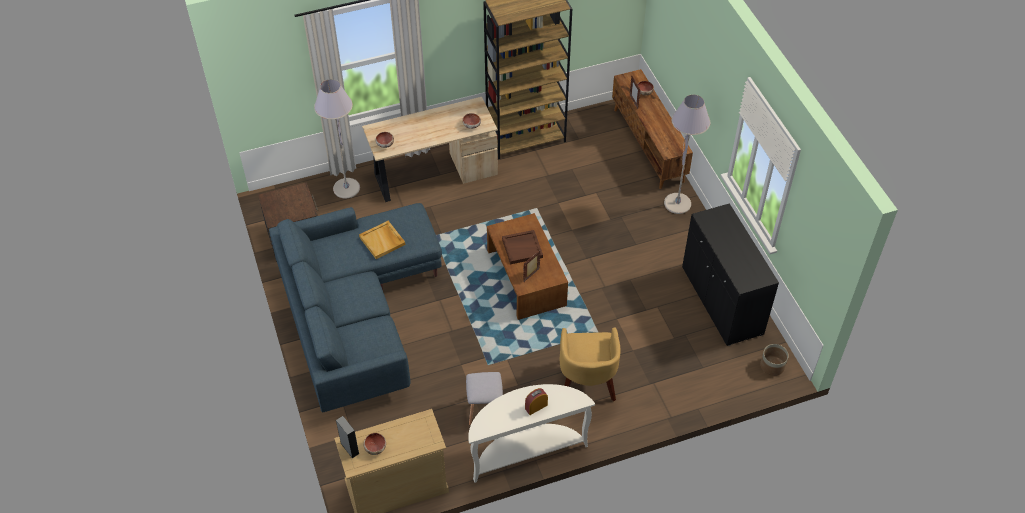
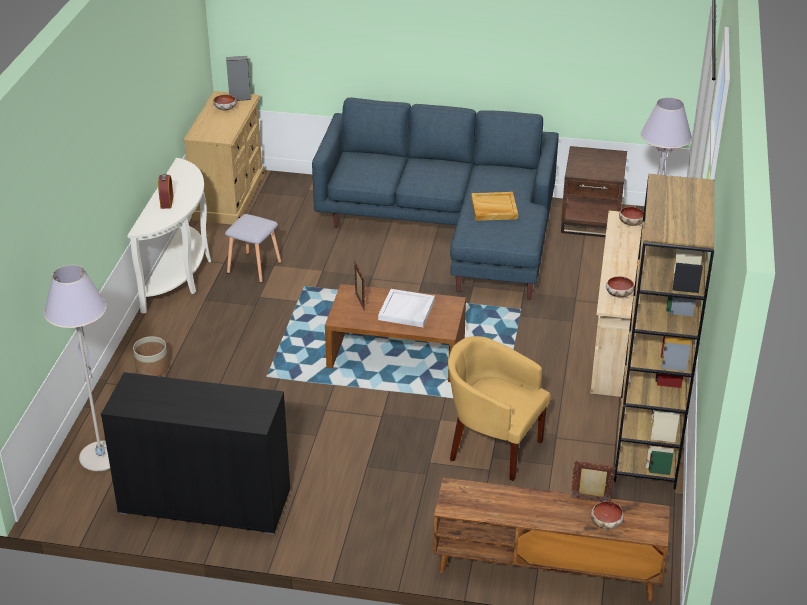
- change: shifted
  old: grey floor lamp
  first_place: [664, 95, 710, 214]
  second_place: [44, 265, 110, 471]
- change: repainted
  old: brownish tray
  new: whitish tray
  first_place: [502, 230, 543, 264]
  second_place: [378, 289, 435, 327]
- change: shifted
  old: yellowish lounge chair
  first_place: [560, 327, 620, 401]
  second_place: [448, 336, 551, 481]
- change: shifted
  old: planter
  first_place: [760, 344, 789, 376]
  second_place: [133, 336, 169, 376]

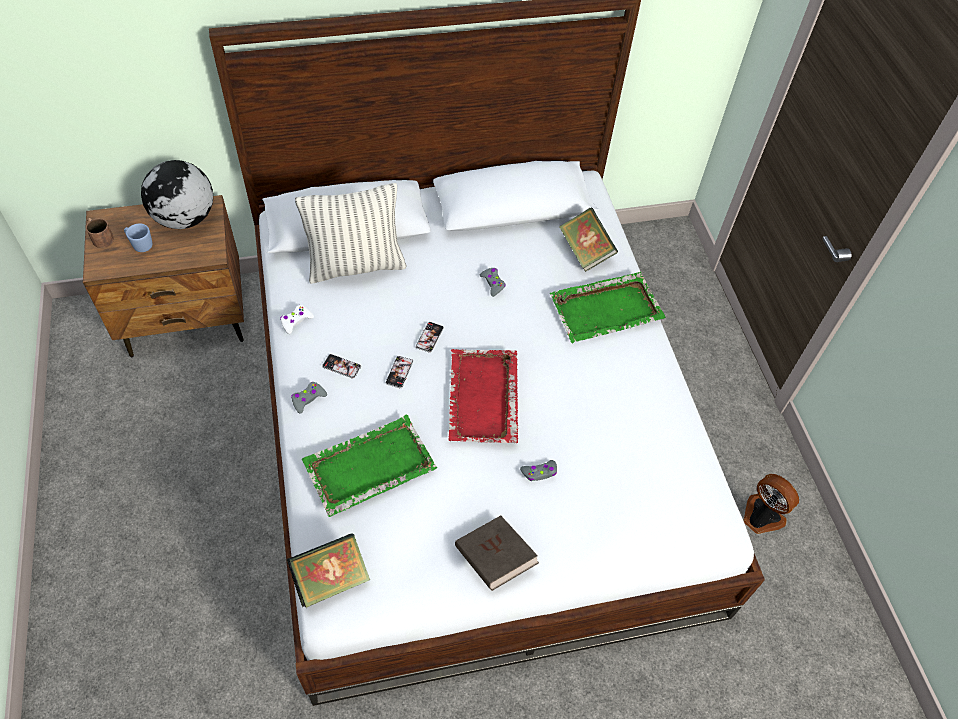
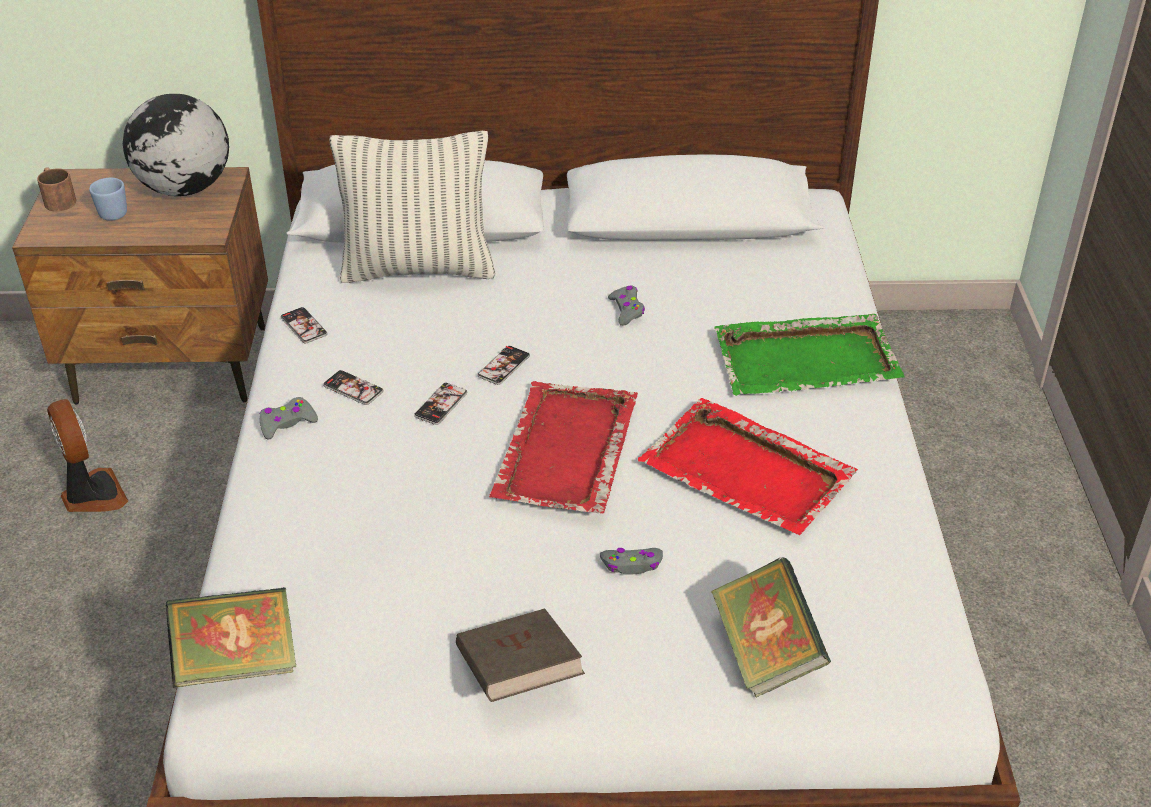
- change: shifted
  old: book
  first_place: [559, 208, 618, 272]
  second_place: [711, 557, 831, 698]
- change: swapped
  old: whitish joypad
  new: telephone
  first_place: [280, 305, 314, 334]
  second_place: [281, 307, 328, 343]
- change: gone
  old: greenish tray
  first_place: [302, 414, 437, 517]
- change: shifted
  old: electric fan
  first_place: [743, 474, 799, 534]
  second_place: [47, 399, 128, 512]
- change: new
  new: red-coloured tray
  second_place: [638, 398, 858, 535]

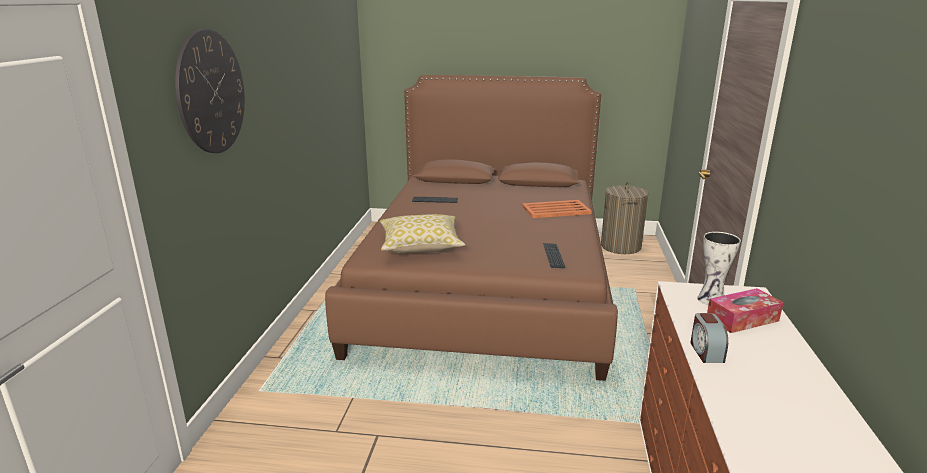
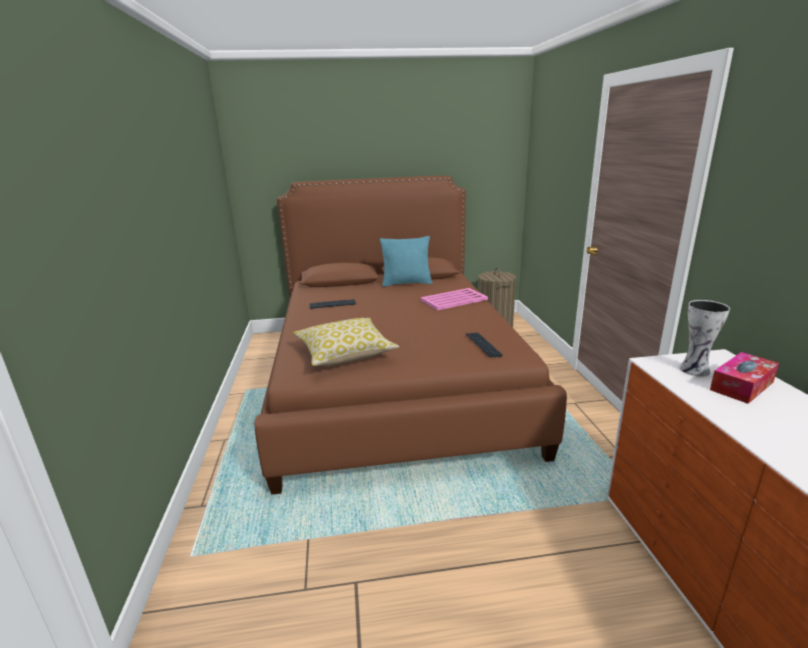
- change: gone
  old: clock on the wall
  first_place: [175, 29, 245, 153]
- change: repainted
  old: orange tray
  new: pink-coloured tray
  first_place: [522, 200, 592, 218]
  second_place: [421, 288, 488, 310]
- change: gone
  old: table clock
  first_place: [690, 313, 728, 363]
- change: new
  new: blue-green pillow
  second_place: [380, 236, 432, 287]

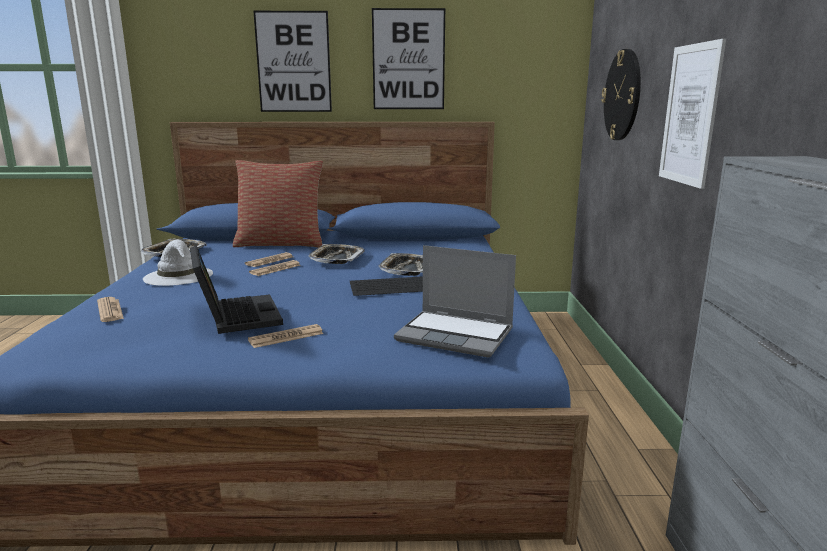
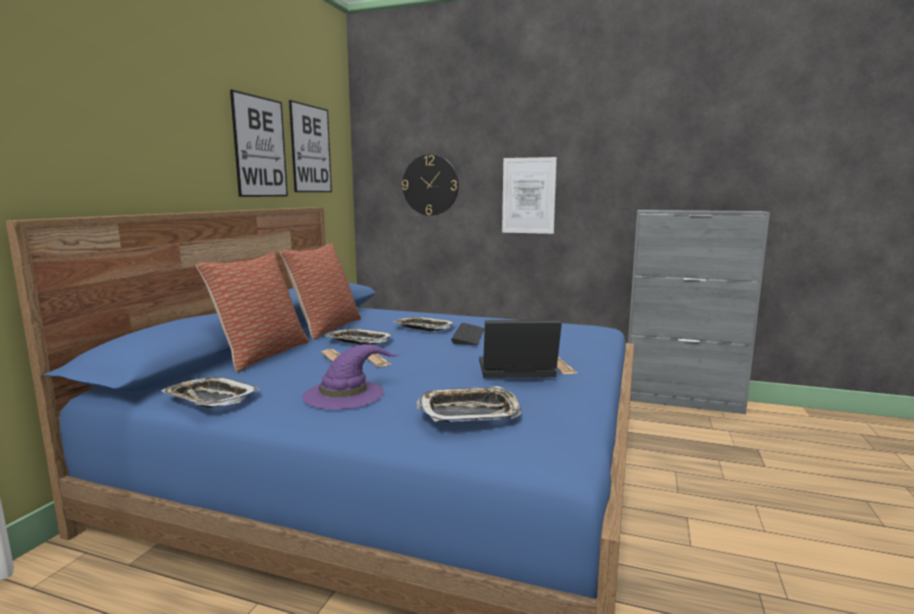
- change: shifted
  old: wall picture
  first_place: [254, 11, 332, 112]
  second_place: [289, 100, 332, 192]
- change: repainted
  old: whitish wearable hat
  new: purplish wearable hat
  first_place: [143, 239, 213, 286]
  second_place: [302, 344, 401, 410]
- change: gone
  old: portable computer
  first_place: [394, 245, 516, 358]
- change: swapped
  old: newspaper
  new: tray
  first_place: [97, 297, 124, 322]
  second_place: [416, 386, 522, 422]
- change: new
  new: pillow
  second_place: [280, 243, 361, 340]

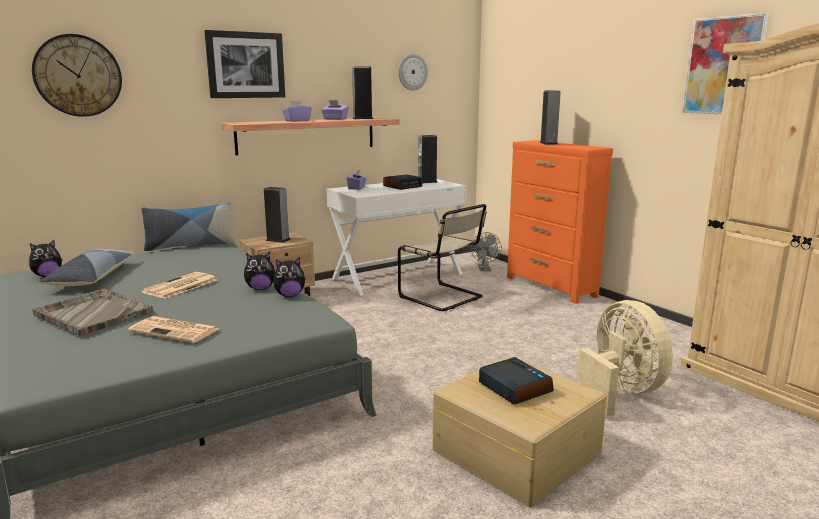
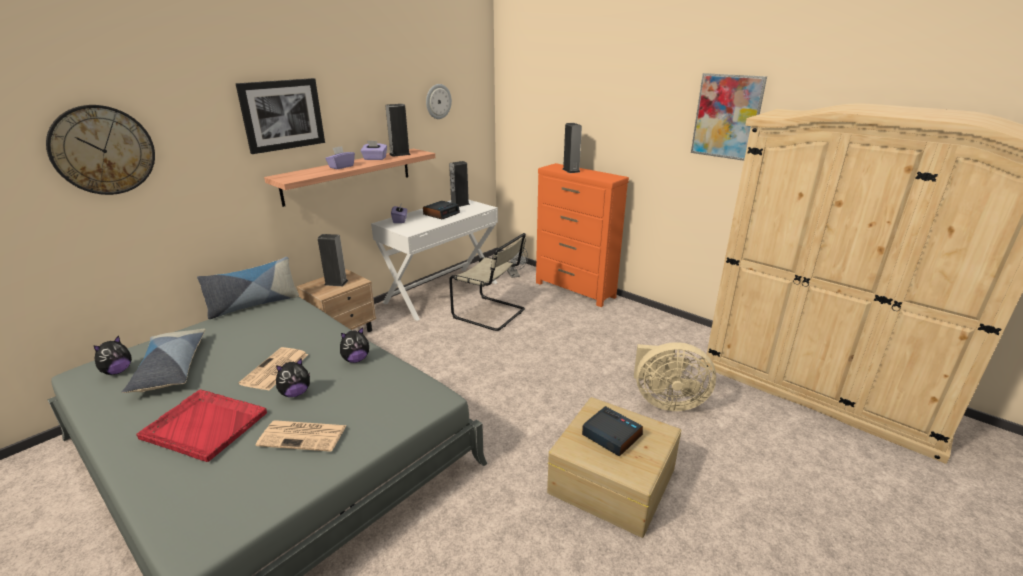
- change: shifted
  old: plush toy
  first_place: [273, 257, 306, 297]
  second_place: [276, 358, 310, 397]
- change: repainted
  old: grey tray
  new: red-coloured tray
  first_place: [32, 289, 153, 336]
  second_place: [136, 389, 267, 462]
- change: rotated
  old: beige electric fan
  first_place: [577, 300, 673, 417]
  second_place: [634, 342, 716, 411]
  degrees: 135

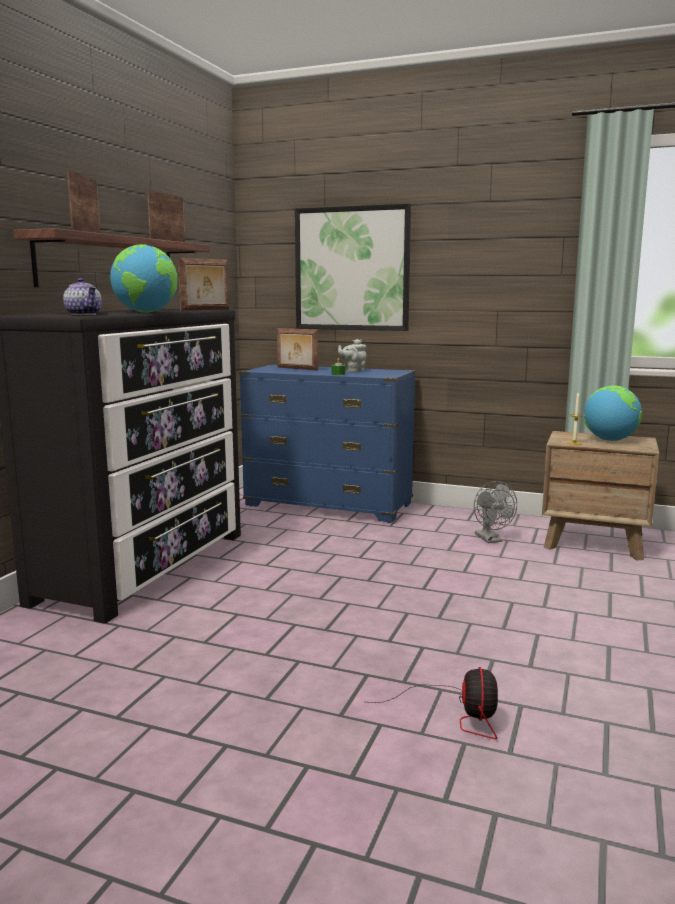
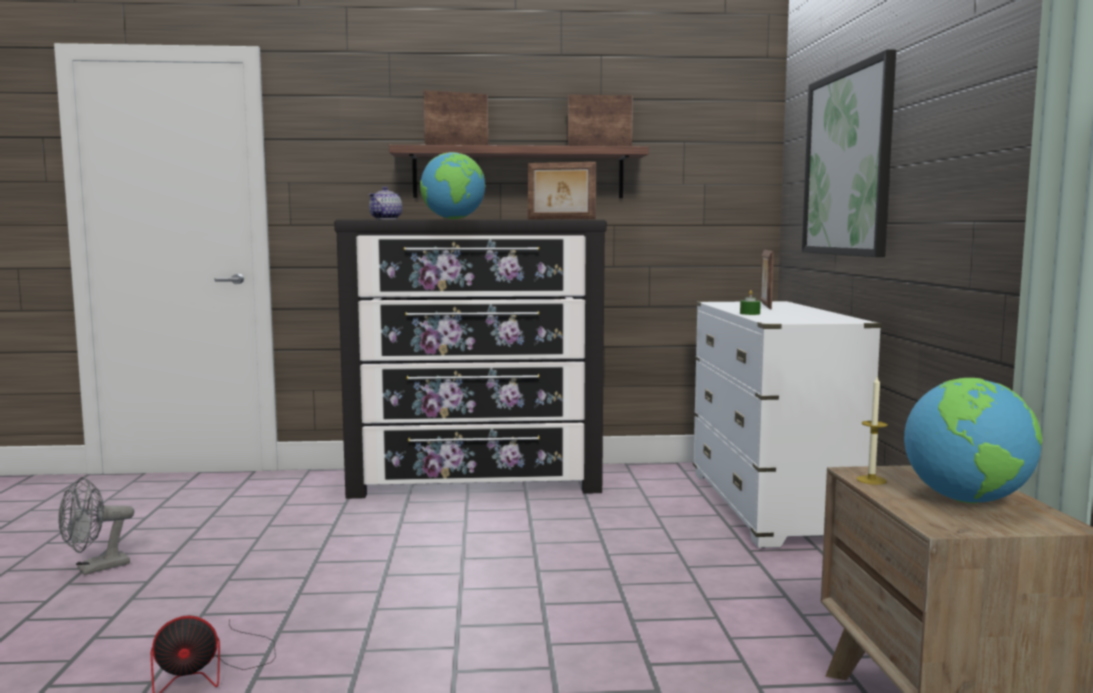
- change: gone
  old: grey pot for tea
  first_place: [338, 339, 366, 372]
- change: repainted
  old: bluish chest of drawers
  new: whitish chest of drawers
  first_place: [239, 364, 416, 523]
  second_place: [693, 301, 882, 548]
- change: shifted
  old: grey electric fan
  first_place: [474, 481, 517, 543]
  second_place: [58, 477, 134, 575]

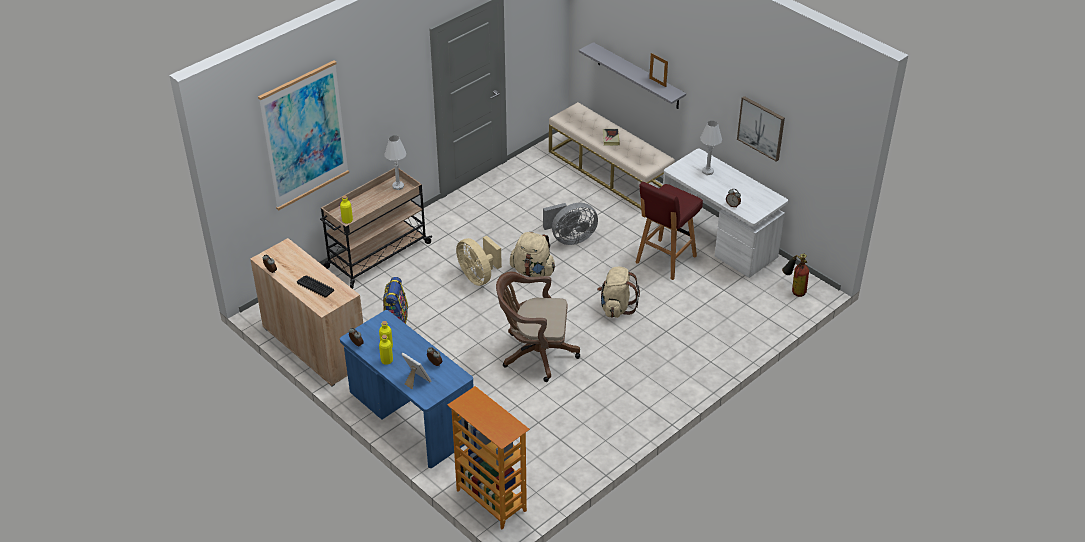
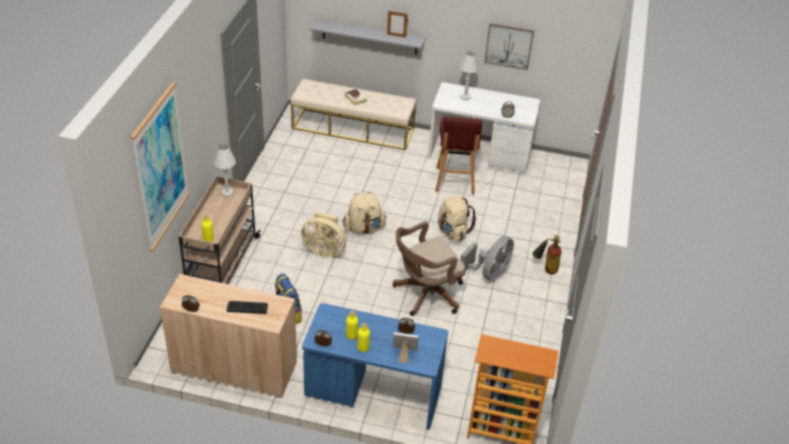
- change: shifted
  old: grey electric fan
  first_place: [543, 203, 598, 245]
  second_place: [460, 236, 514, 281]
- change: shifted
  old: fire-fighting cylinder
  first_place: [782, 253, 809, 297]
  second_place: [532, 235, 561, 274]

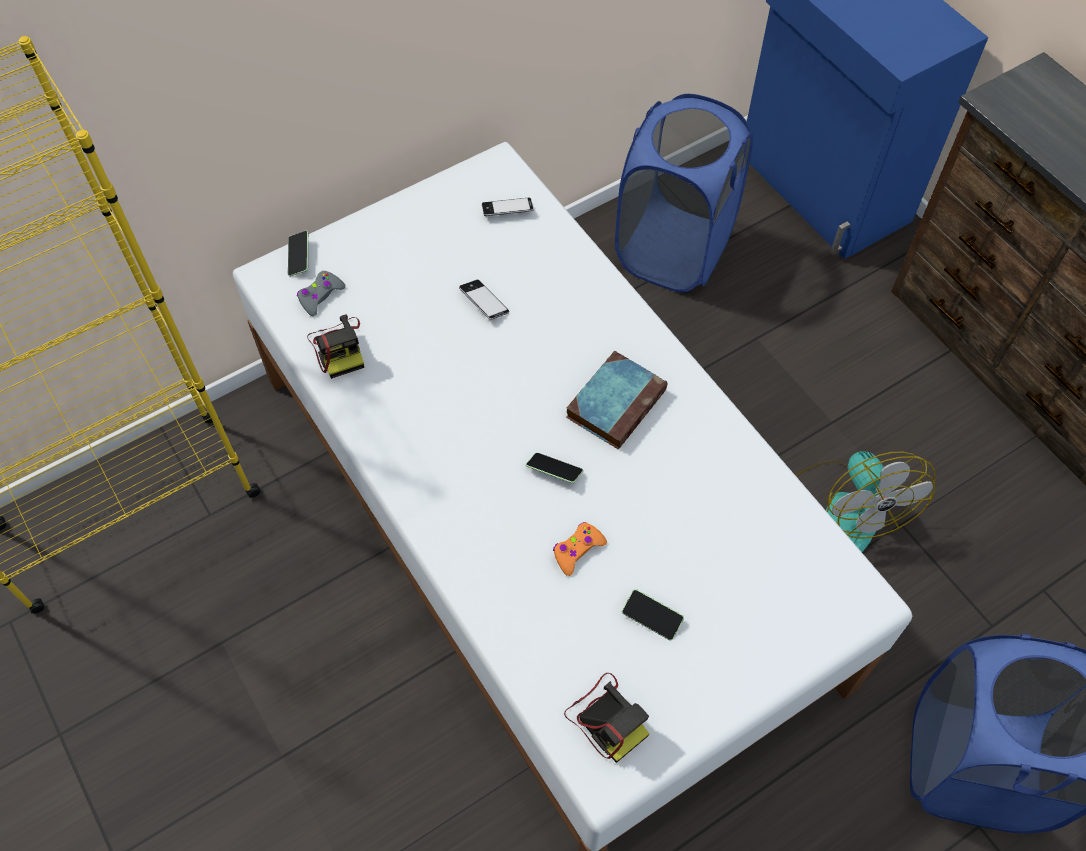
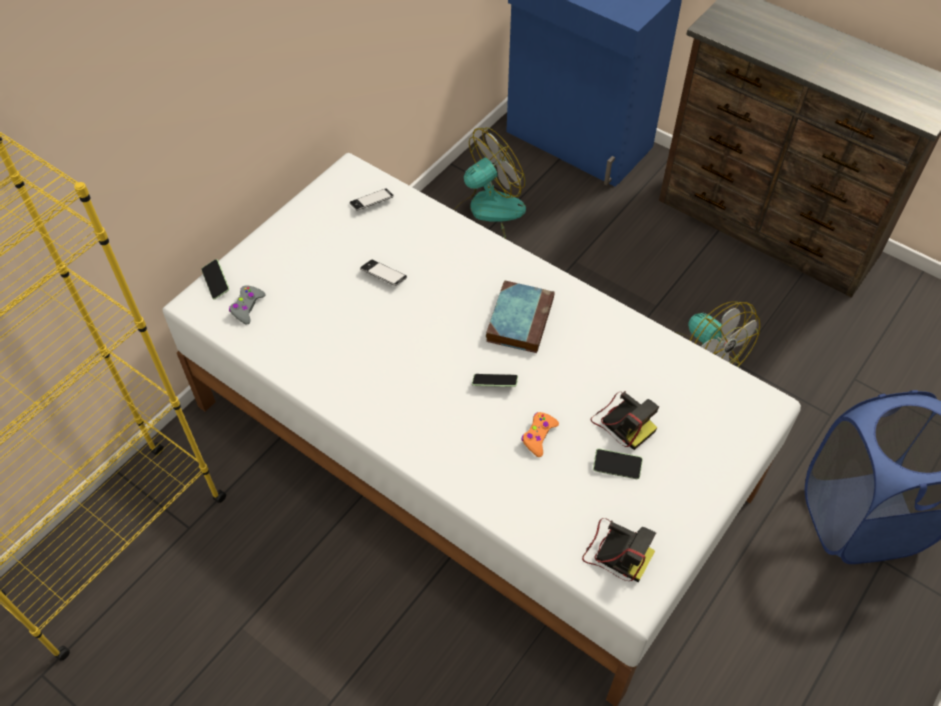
- change: swapped
  old: bluish laundry basket
  new: electric fan
  first_place: [615, 94, 753, 293]
  second_place: [454, 127, 526, 239]
- change: shifted
  old: photo camera
  first_place: [307, 315, 364, 379]
  second_place: [591, 391, 659, 450]

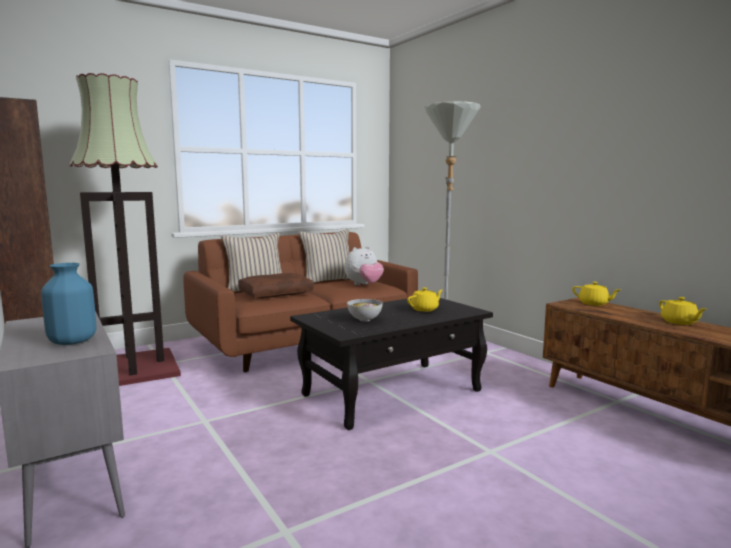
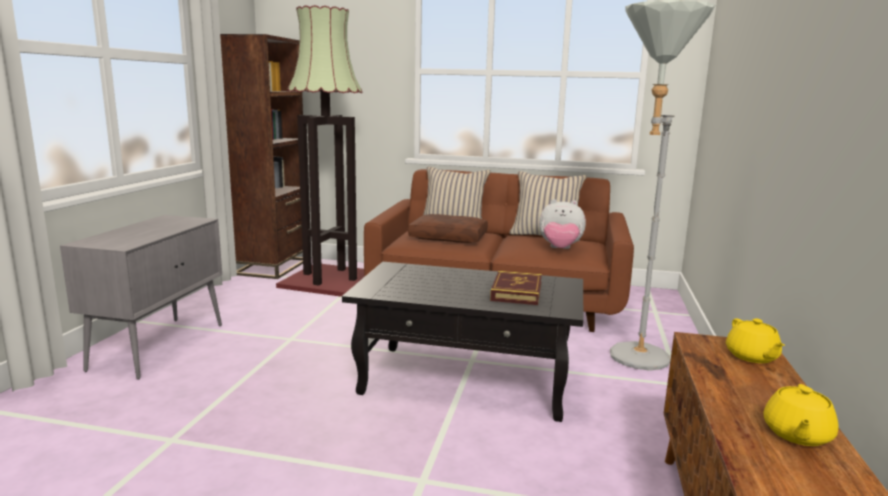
- change: gone
  old: bluish decorative vase
  first_place: [41, 263, 97, 345]
- change: swapped
  old: yellowish pot for tea
  new: book
  first_place: [407, 287, 443, 312]
  second_place: [490, 271, 542, 305]
- change: gone
  old: deep dish
  first_place: [347, 299, 383, 322]

